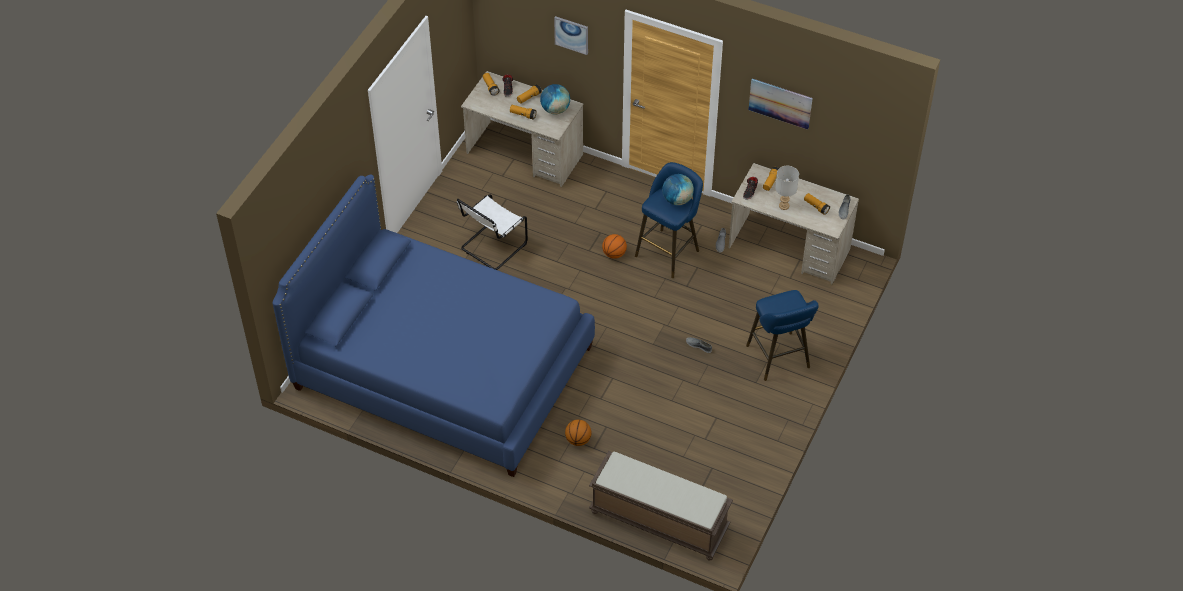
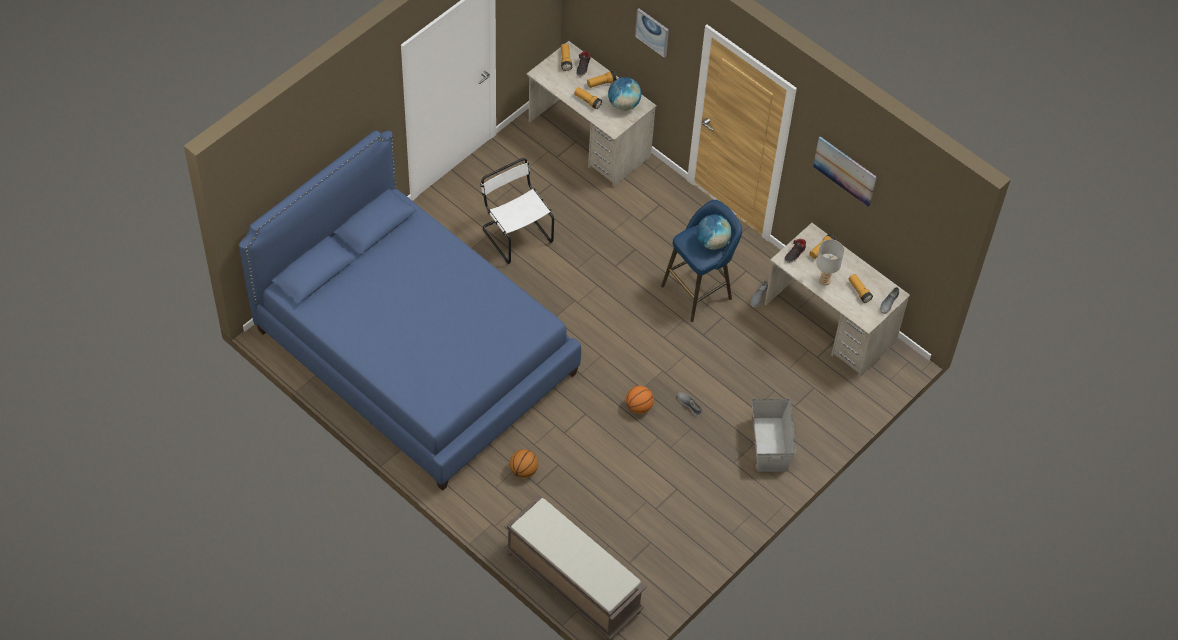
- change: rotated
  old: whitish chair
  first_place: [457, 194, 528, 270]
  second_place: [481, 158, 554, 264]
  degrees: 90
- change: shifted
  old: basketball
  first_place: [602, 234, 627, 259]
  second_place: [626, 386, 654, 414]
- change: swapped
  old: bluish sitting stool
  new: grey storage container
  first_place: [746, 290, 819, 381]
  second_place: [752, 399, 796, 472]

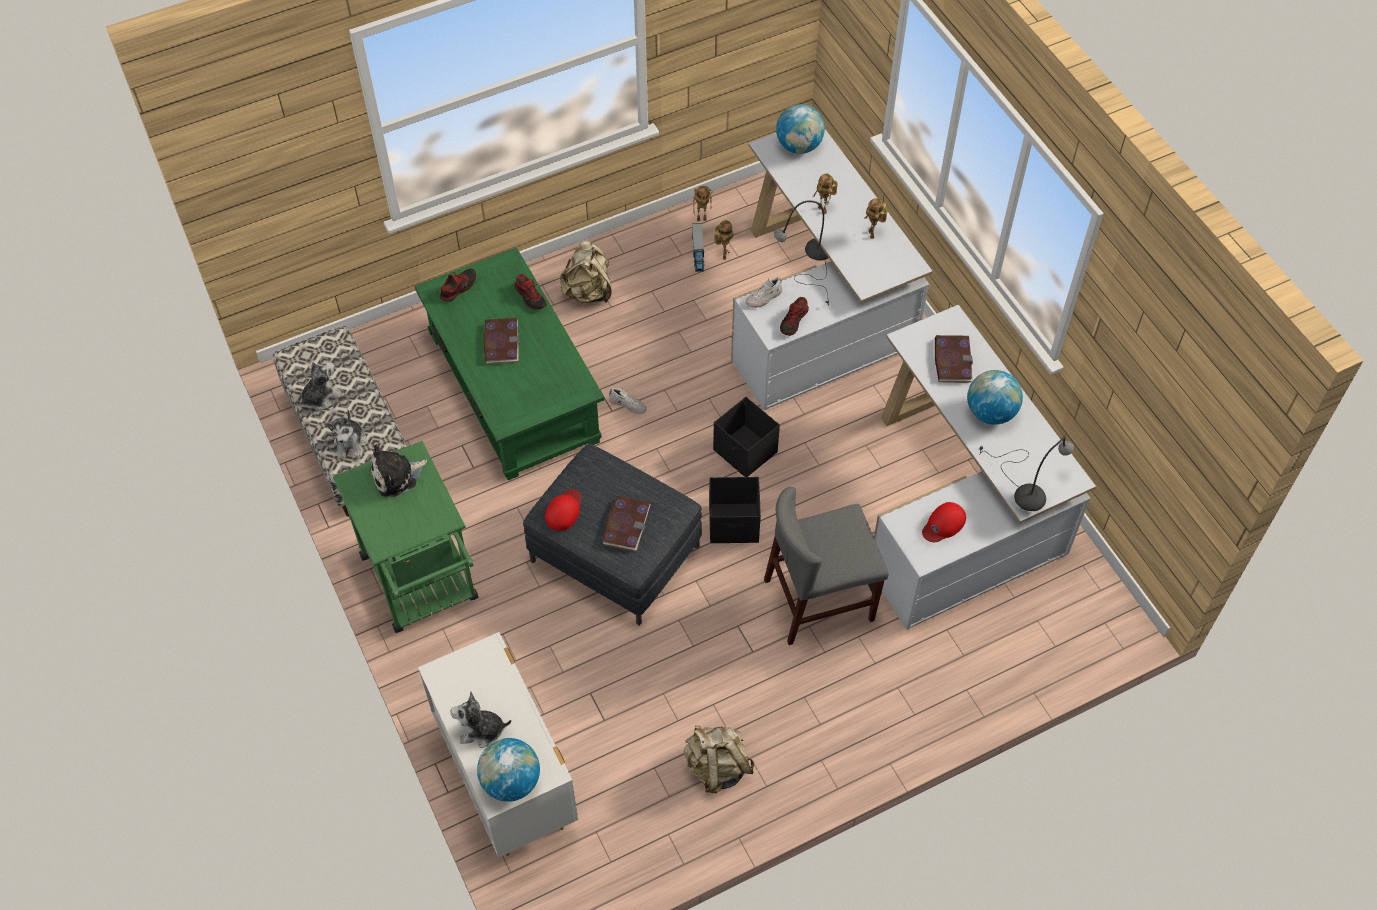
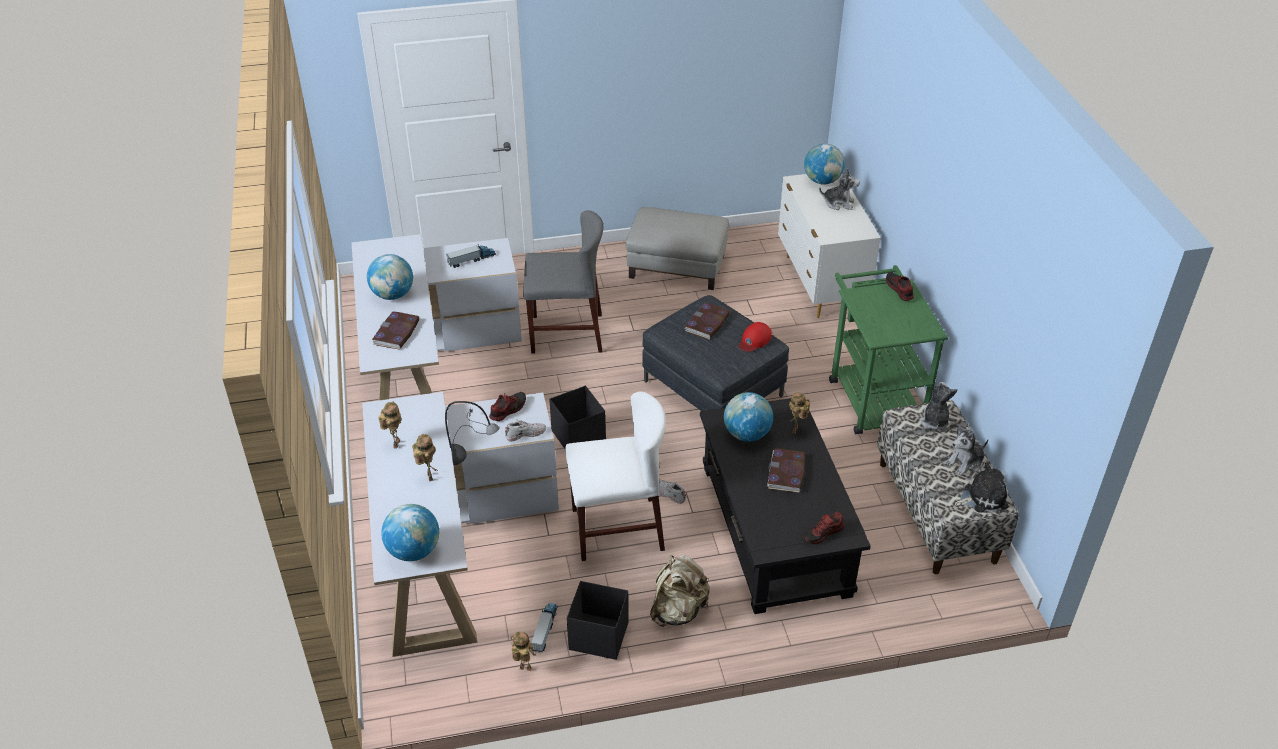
- change: shifted
  old: model robot
  first_place: [714, 220, 734, 260]
  second_place: [789, 393, 811, 434]
- change: repainted
  old: greenish low table
  new: black-coloured low table
  first_place: [414, 248, 604, 480]
  second_place: [700, 398, 871, 614]
- change: shifted
  old: shoe
  first_place: [515, 274, 547, 310]
  second_place: [886, 272, 914, 301]
- change: gone
  old: grey table lamp
  first_place: [979, 435, 1074, 511]
- change: shifted
  old: plush toy
  first_place: [370, 444, 427, 497]
  second_place: [955, 463, 1009, 513]
- change: shifted
  old: black-coloured storage container
  first_place: [709, 477, 761, 543]
  second_place: [567, 581, 629, 660]
- change: swapped
  old: red-coloured peaked cap
  new: toy truck
  first_place: [922, 502, 966, 542]
  second_place: [446, 244, 496, 268]
- change: swapped
  old: beige rucksack
  new: grey footrest
  first_place: [684, 726, 754, 793]
  second_place: [626, 207, 729, 290]
- change: new
  new: whitish chair
  second_place: [565, 392, 666, 561]
- change: new
  new: globe
  second_place: [724, 392, 773, 442]

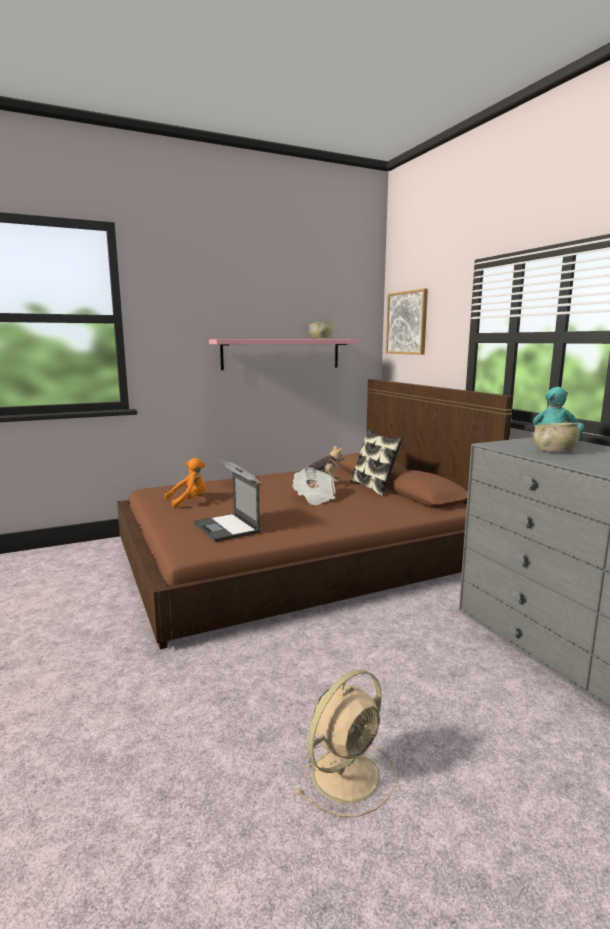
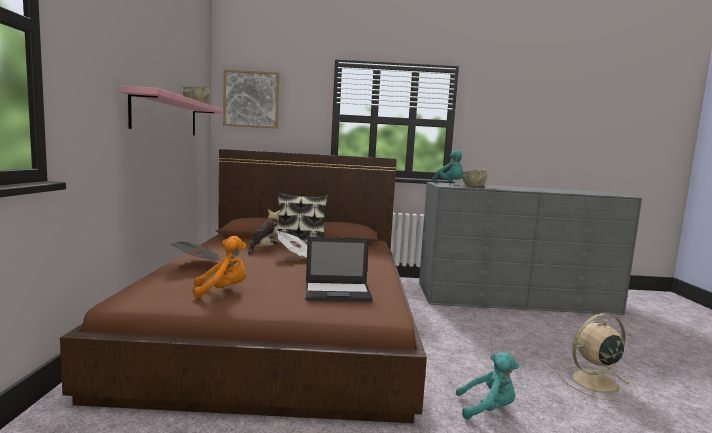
- change: rotated
  old: orange plush toy
  first_place: [165, 458, 206, 508]
  second_place: [194, 236, 246, 299]
  degrees: 75
- change: rotated
  old: beige electric fan
  first_place: [294, 670, 396, 817]
  second_place: [559, 313, 630, 400]
  degrees: -90
- change: new
  new: blue-green plush toy
  second_place: [456, 352, 519, 419]

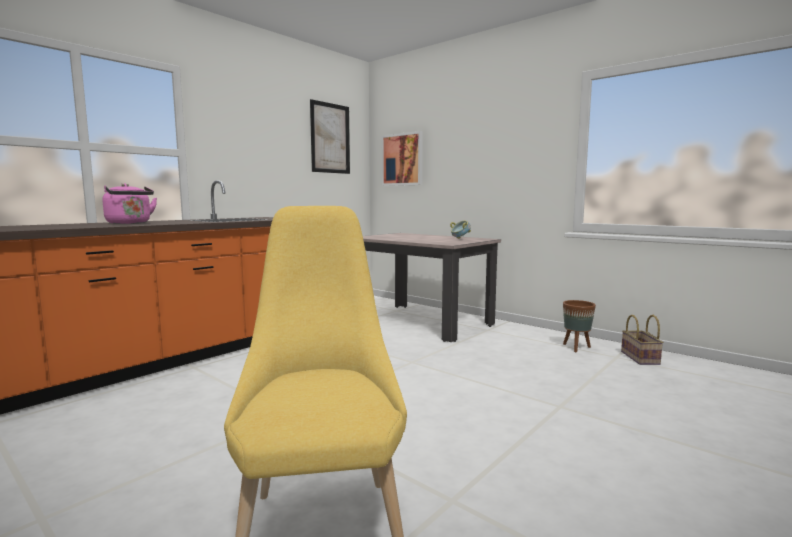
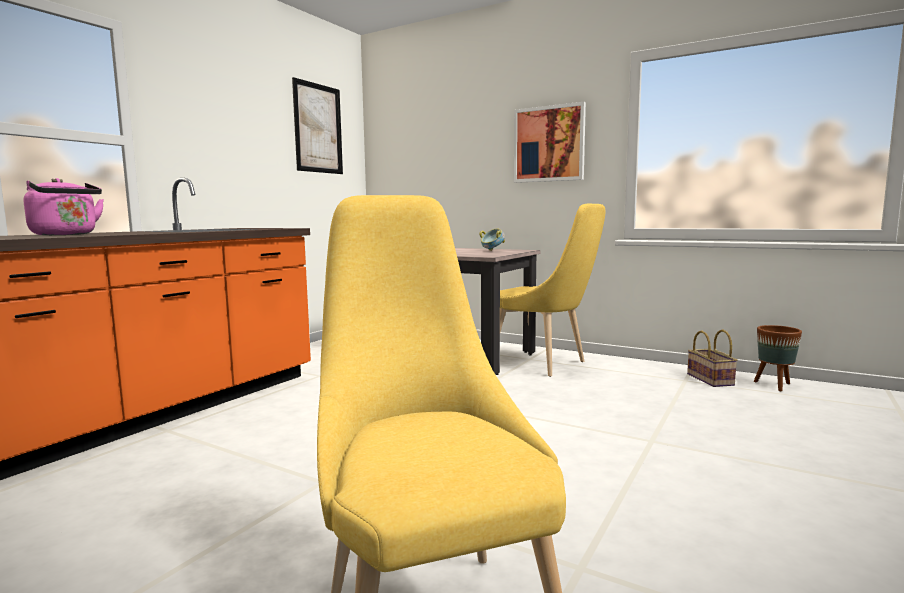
- change: shifted
  old: wall picture
  first_place: [381, 131, 423, 186]
  second_place: [514, 102, 586, 183]
- change: shifted
  old: brownish planter
  first_place: [563, 300, 596, 352]
  second_place: [754, 325, 802, 391]
- change: new
  new: yellowish chair
  second_place: [500, 204, 605, 377]

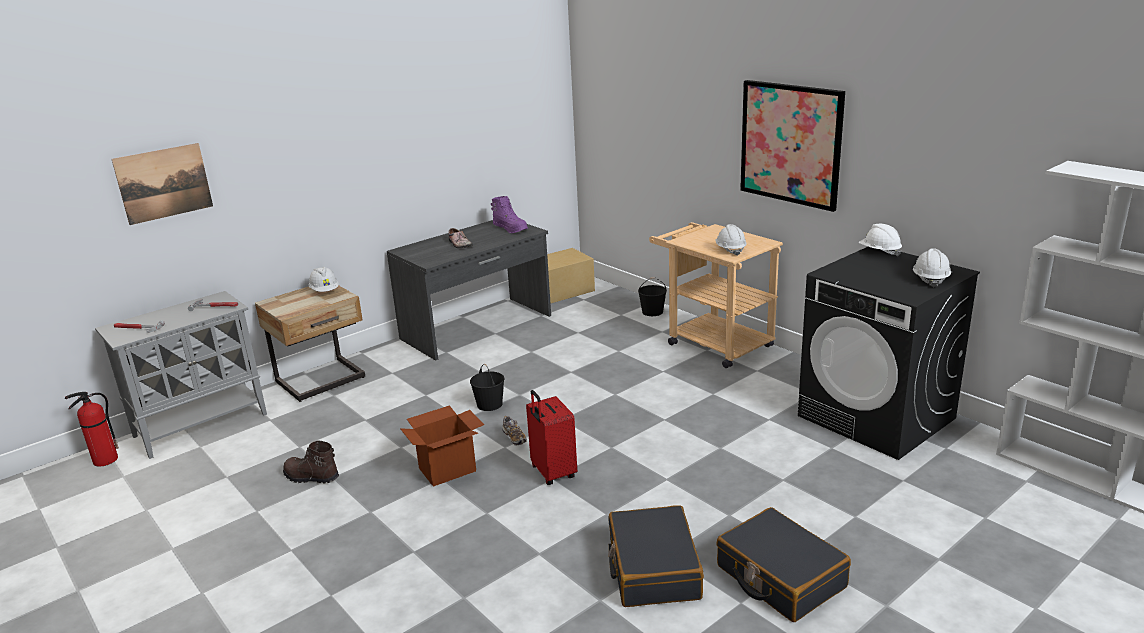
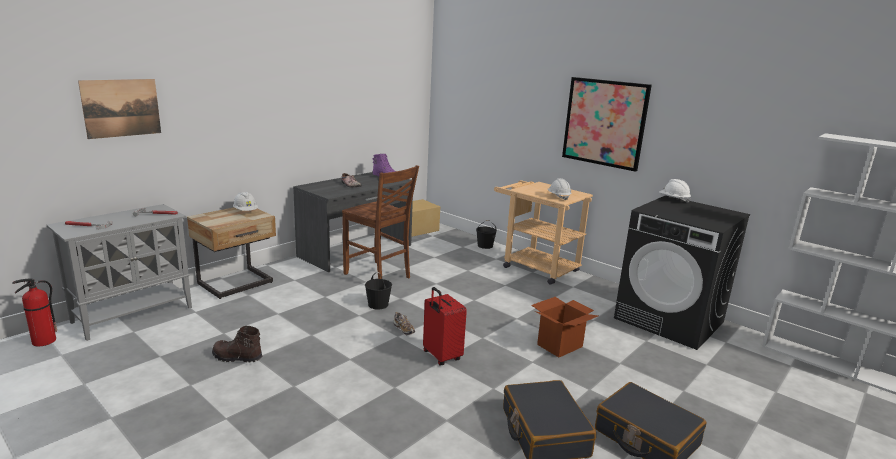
- change: gone
  old: whitish safety helmet
  first_place: [913, 248, 951, 288]
- change: shifted
  old: cardboard box
  first_place: [400, 405, 484, 487]
  second_place: [531, 297, 598, 357]
- change: new
  new: brownish chair
  second_place: [342, 165, 419, 279]

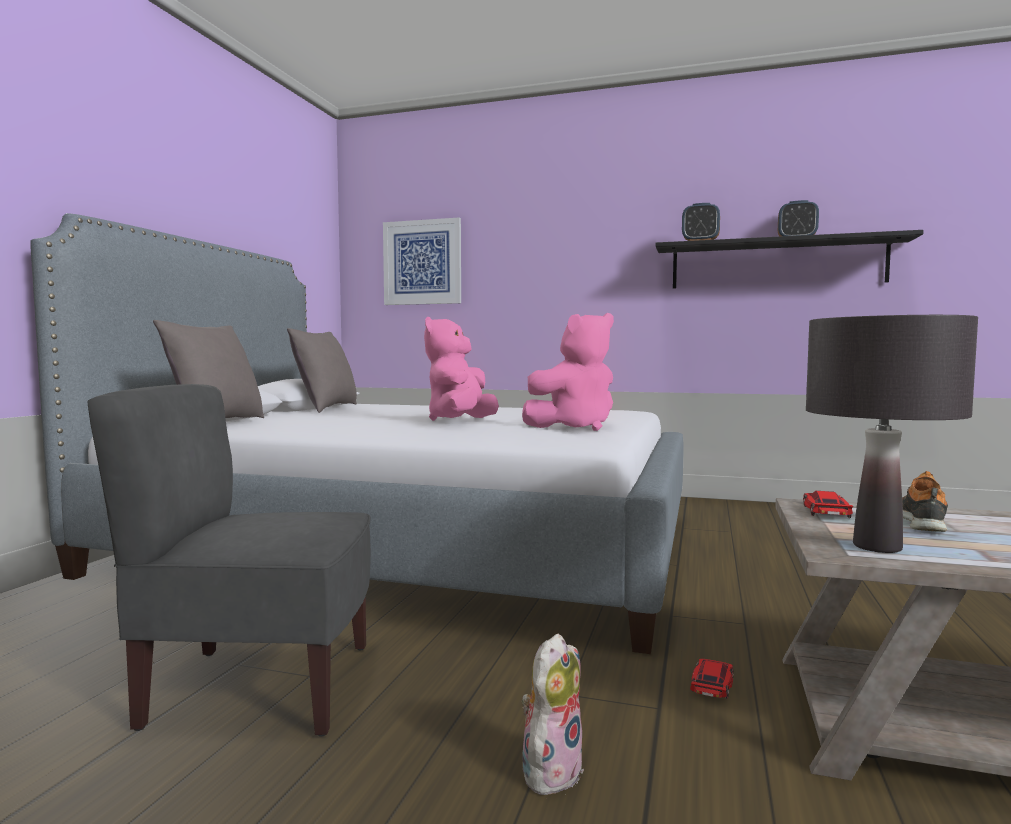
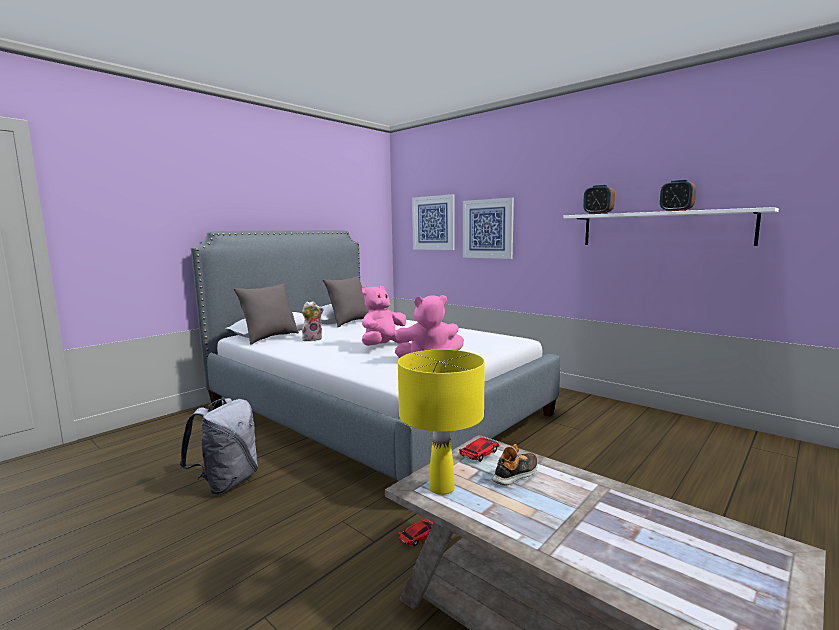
- change: repainted
  old: black-coloured shelf
  new: whitish shelf
  first_place: [656, 230, 924, 288]
  second_place: [563, 207, 779, 246]
- change: repainted
  old: black-coloured table lamp
  new: yellowish table lamp
  first_place: [806, 315, 978, 553]
  second_place: [398, 350, 485, 495]
- change: swapped
  old: grey chair
  new: grey rucksack
  first_place: [87, 384, 371, 737]
  second_place: [180, 398, 258, 495]
- change: shifted
  old: plush toy
  first_place: [522, 633, 584, 795]
  second_place: [302, 301, 324, 341]
- change: new
  new: wall picture
  second_place: [463, 197, 514, 259]

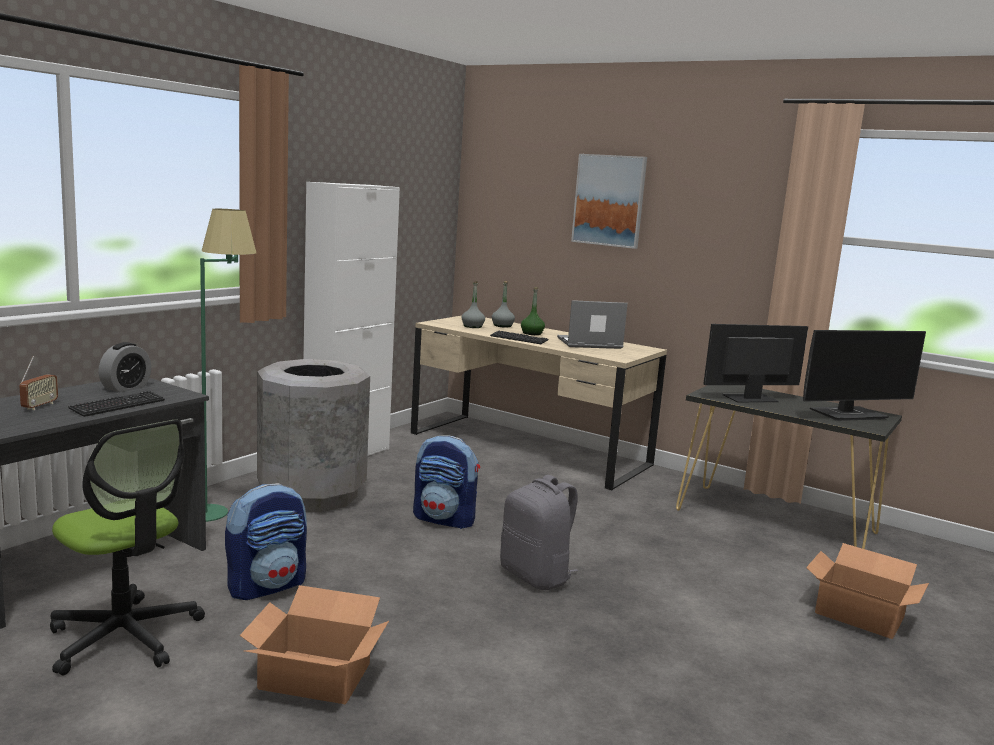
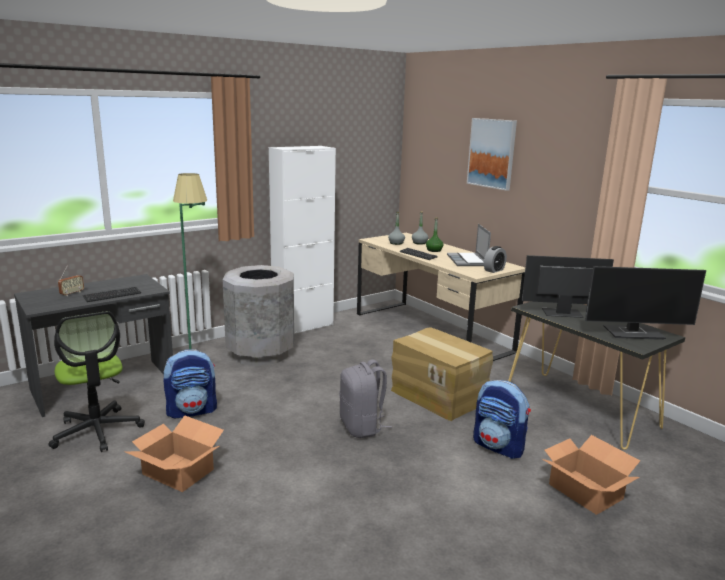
- change: rotated
  old: portable computer
  first_place: [557, 300, 628, 349]
  second_place: [447, 224, 491, 266]
  degrees: -105
- change: shifted
  old: table clock
  first_place: [98, 342, 151, 392]
  second_place: [484, 246, 507, 273]
- change: shifted
  old: rucksack
  first_place: [413, 436, 480, 529]
  second_place: [473, 380, 531, 459]
- change: new
  new: cardboard box
  second_place: [391, 327, 493, 421]

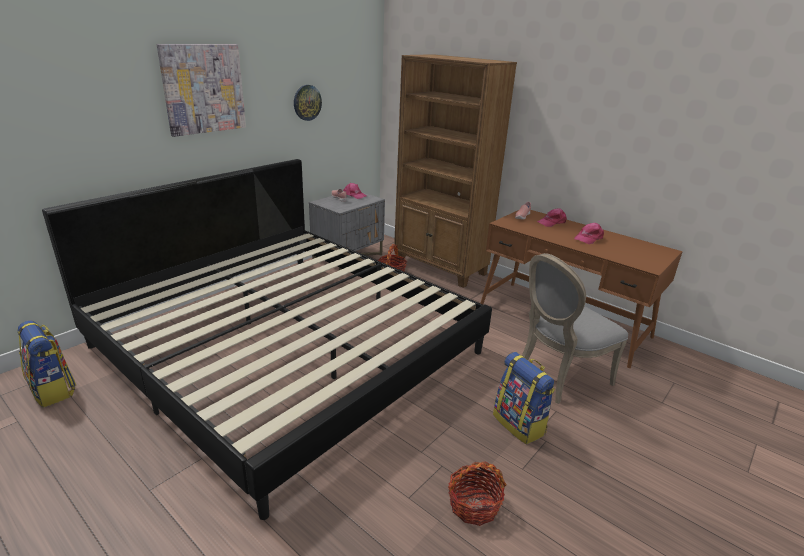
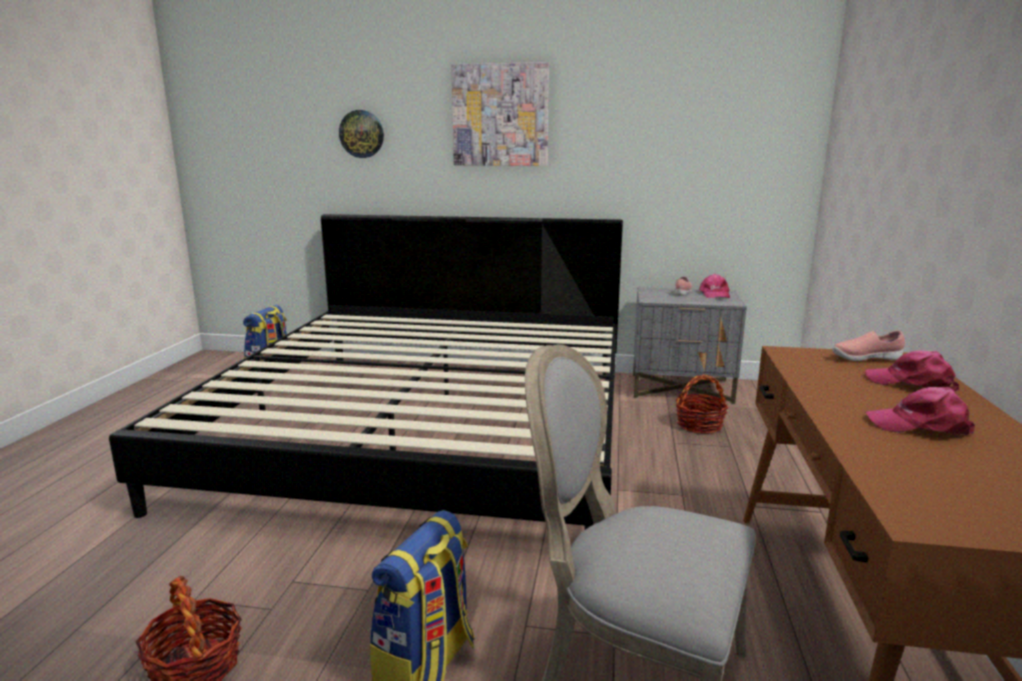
- change: gone
  old: brownish bookcase
  first_place: [394, 54, 517, 288]
- change: shifted
  old: clock on the wall
  first_place: [294, 85, 322, 121]
  second_place: [339, 110, 384, 158]

